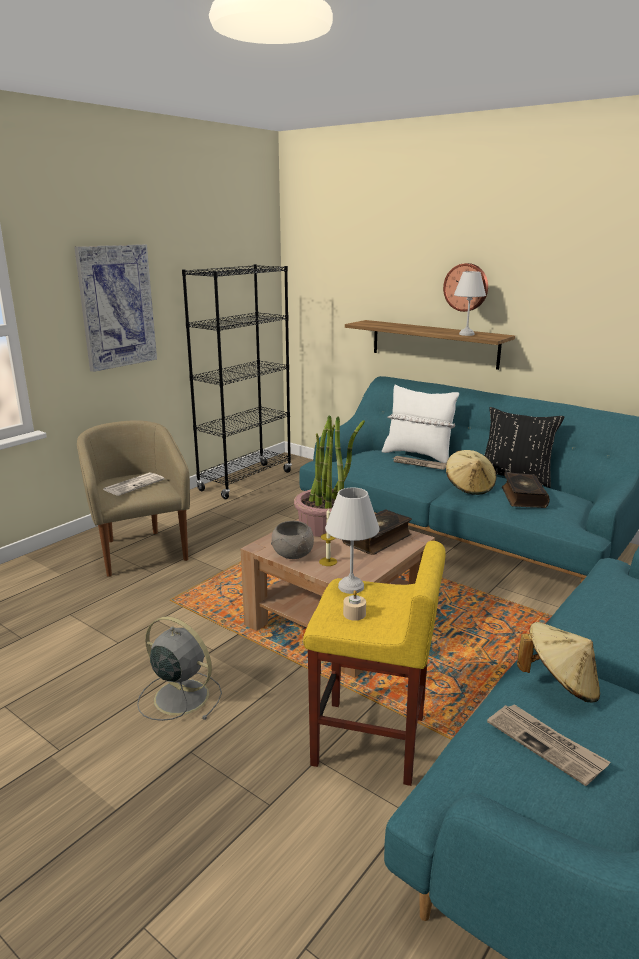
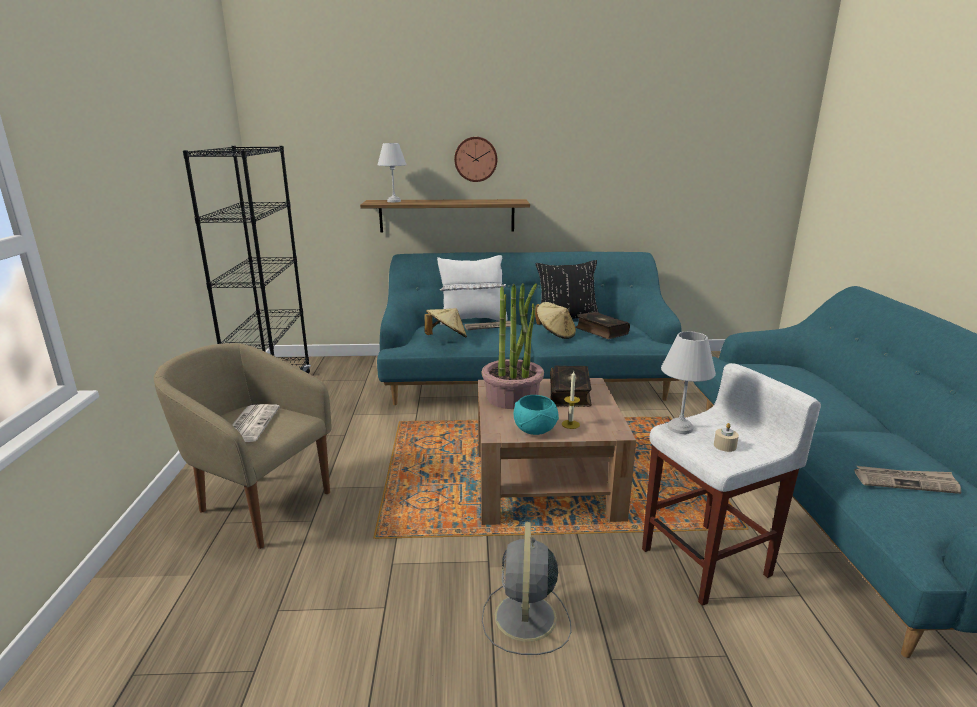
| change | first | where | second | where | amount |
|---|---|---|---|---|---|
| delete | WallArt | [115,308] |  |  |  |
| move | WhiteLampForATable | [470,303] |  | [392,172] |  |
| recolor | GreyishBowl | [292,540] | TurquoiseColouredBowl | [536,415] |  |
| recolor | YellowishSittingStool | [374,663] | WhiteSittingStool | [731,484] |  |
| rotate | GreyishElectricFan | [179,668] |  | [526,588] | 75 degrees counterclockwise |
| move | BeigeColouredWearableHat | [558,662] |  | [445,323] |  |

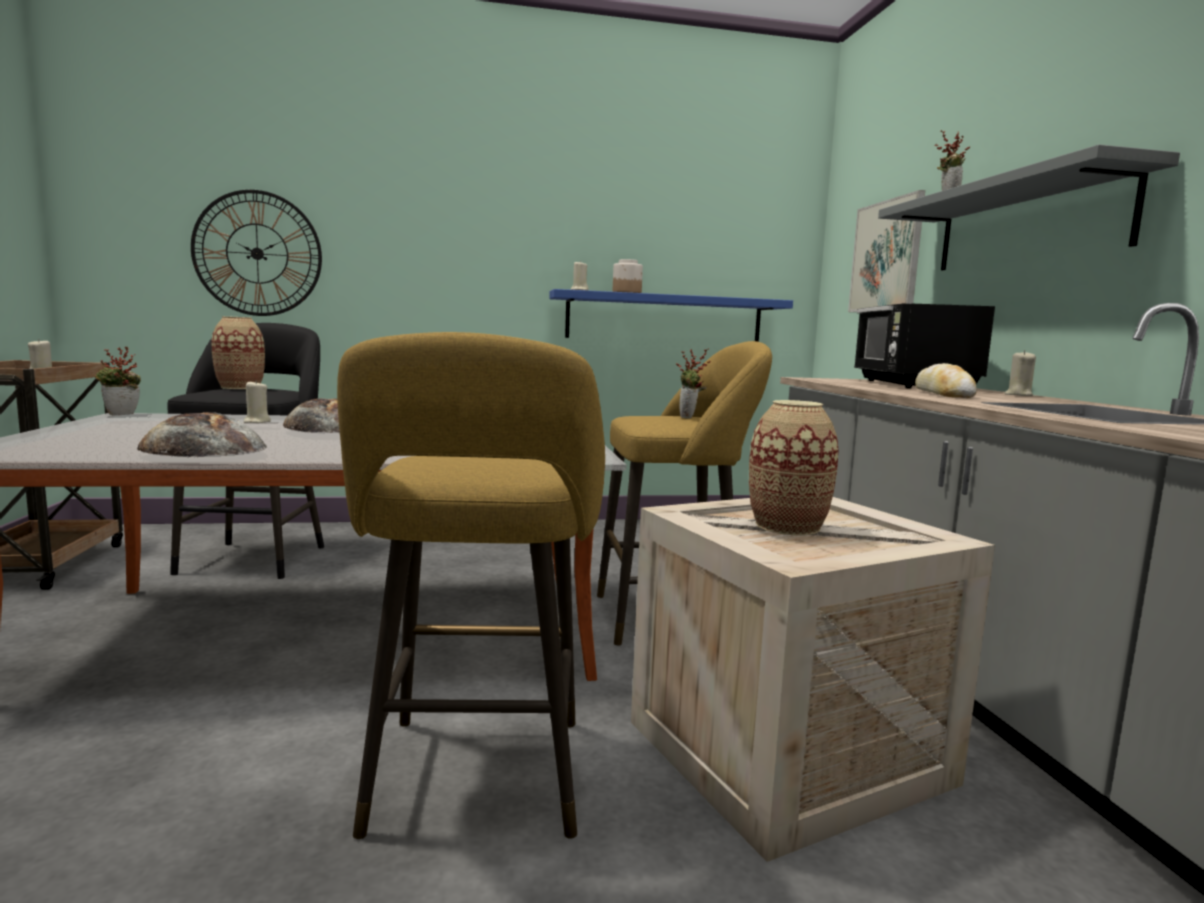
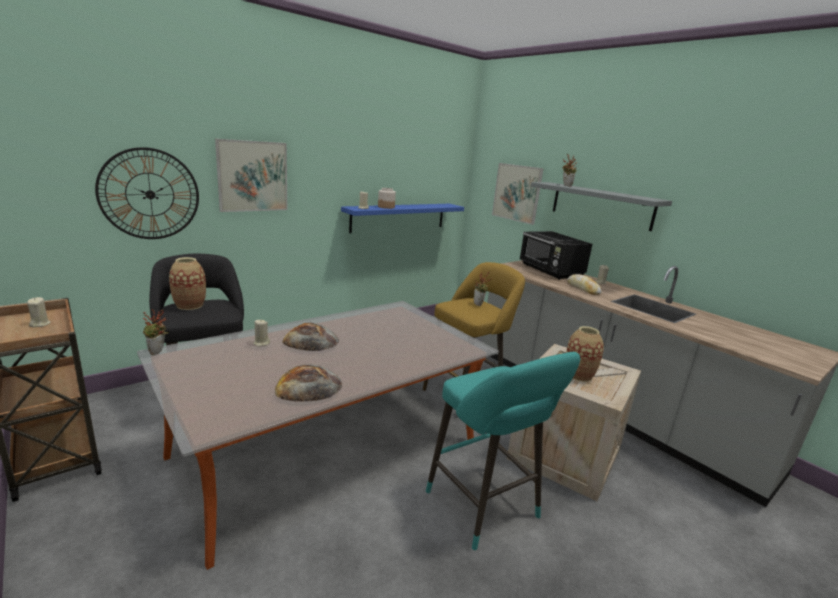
| change | first | where | second | where | amount |
|---|---|---|---|---|---|
| recolor | YellowishSittingStool | [471,585] | TurquoiseColouredSittingStool | [503,451] |  |
| insert |  |  | WallArt | [251,175] |  |

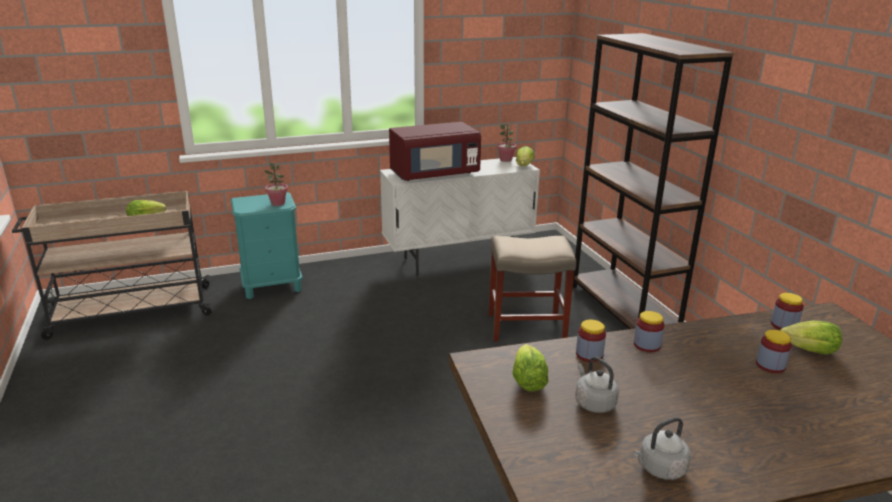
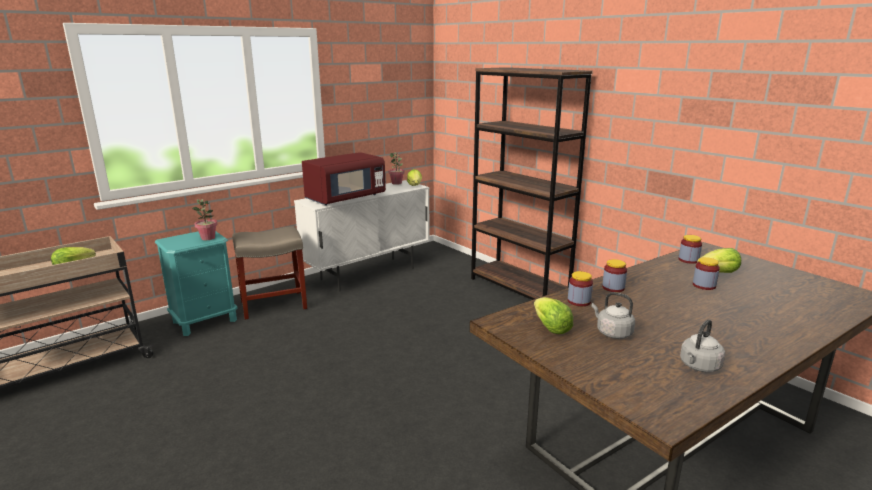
| change | first | where | second | where | amount |
|---|---|---|---|---|---|
| move | BeigeColouredSittingStool | [532,288] |  | [269,273] |  |

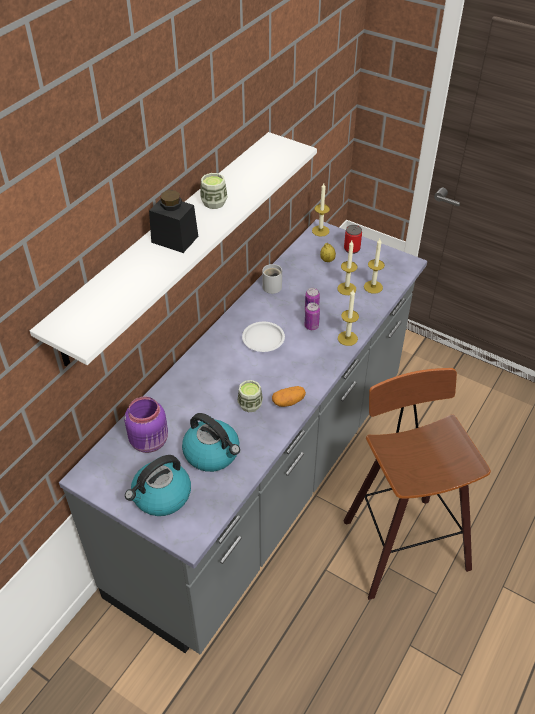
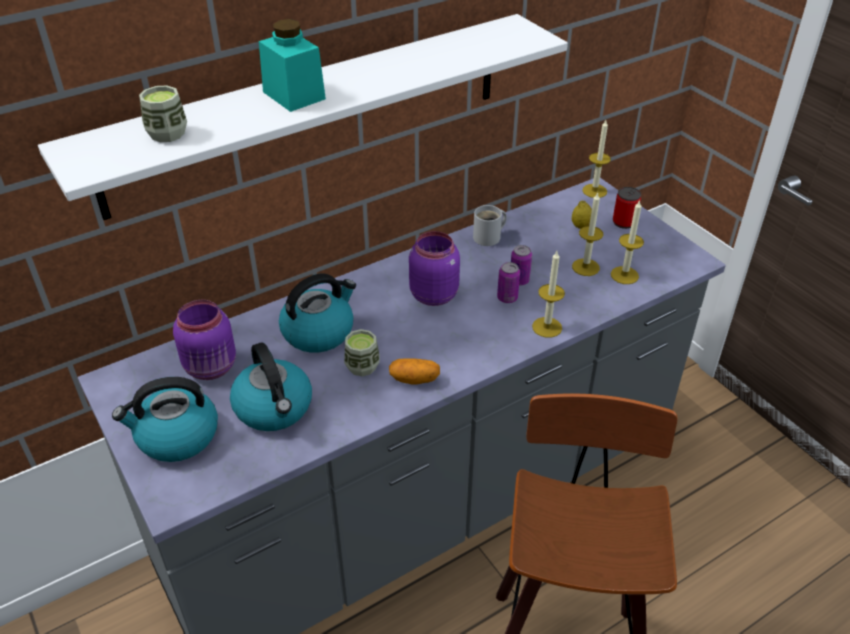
| change | first | where | second | where | amount |
|---|---|---|---|---|---|
| move | DrinkingCup | [214,191] |  | [163,114] |  |
| recolor | BlackPreserveJar | [173,221] | TurquoiseColouredPreserveJar | [292,65] |  |
| replace | WhitePlate | [263,337] | PurplishPreserveJar | [434,268] |  |
| insert |  |  | TeaKettle | [317,313] |  |

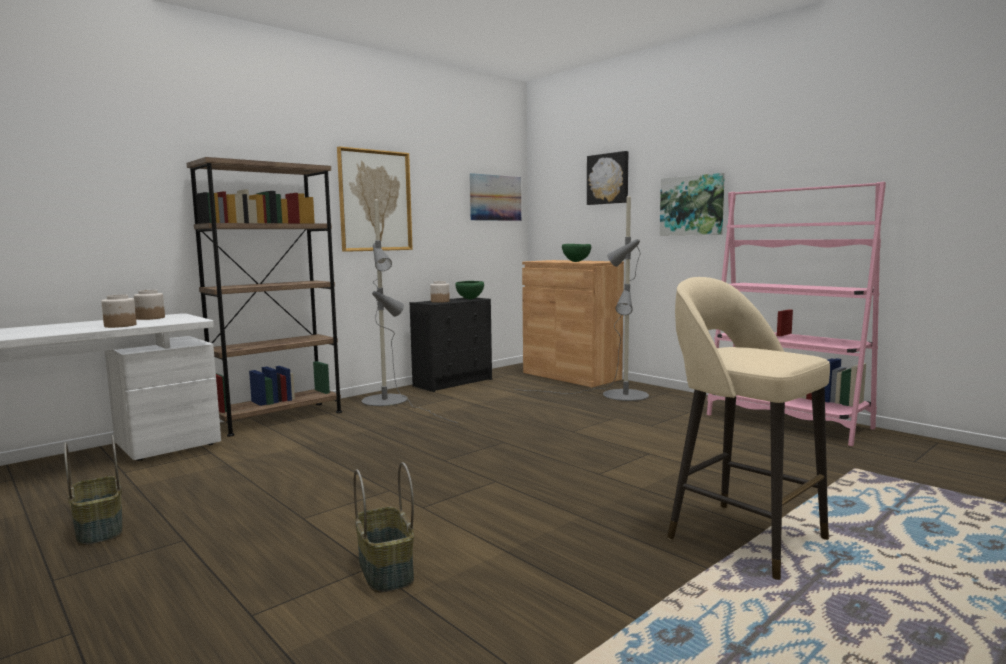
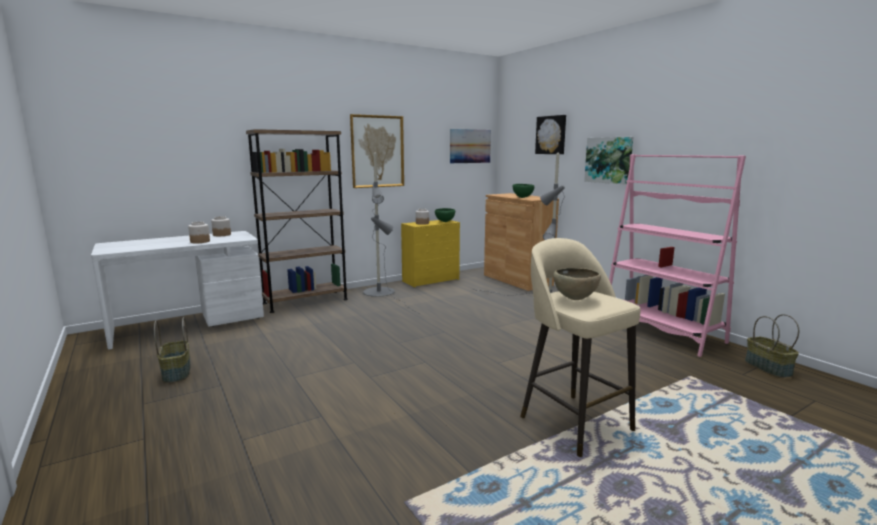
| change | first | where | second | where | amount |
|---|---|---|---|---|---|
| recolor | BlackDresser | [451,345] | YellowishDresser | [430,253] |  |
| move | HouseholdBasket | [384,527] |  | [772,346] |  |
| insert |  |  | BrownBowl | [577,284] |  |

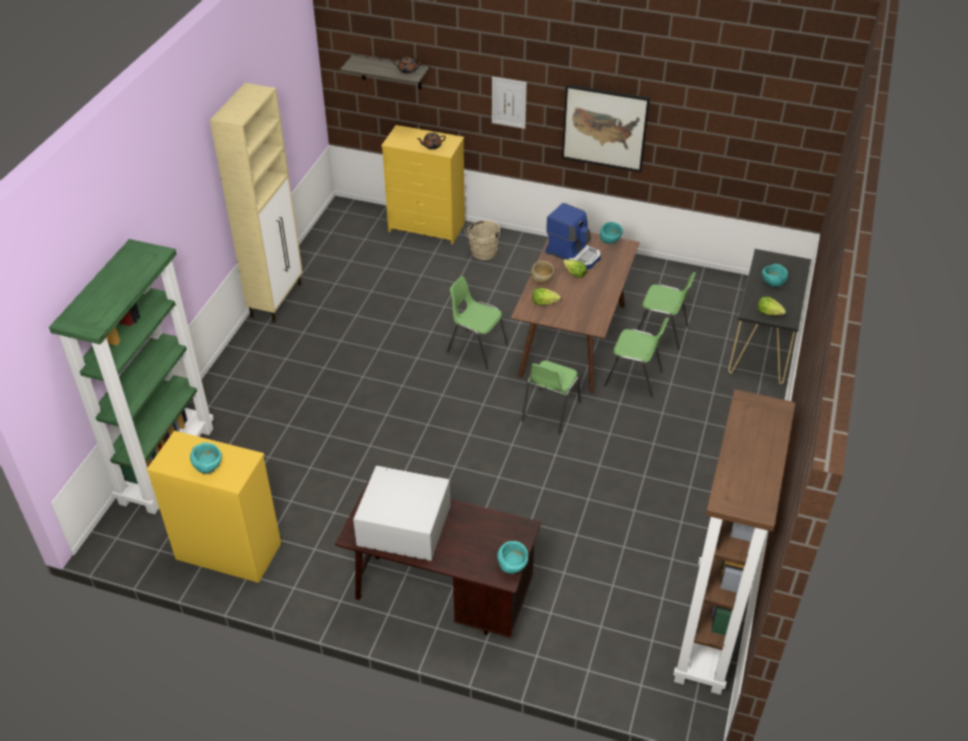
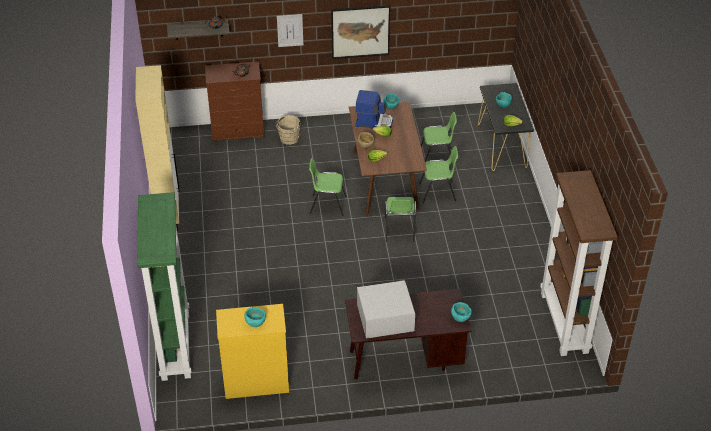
| change | first | where | second | where | amount |
|---|---|---|---|---|---|
| recolor | YellowishDresser | [423,185] | BrownDresser | [234,102] |  |

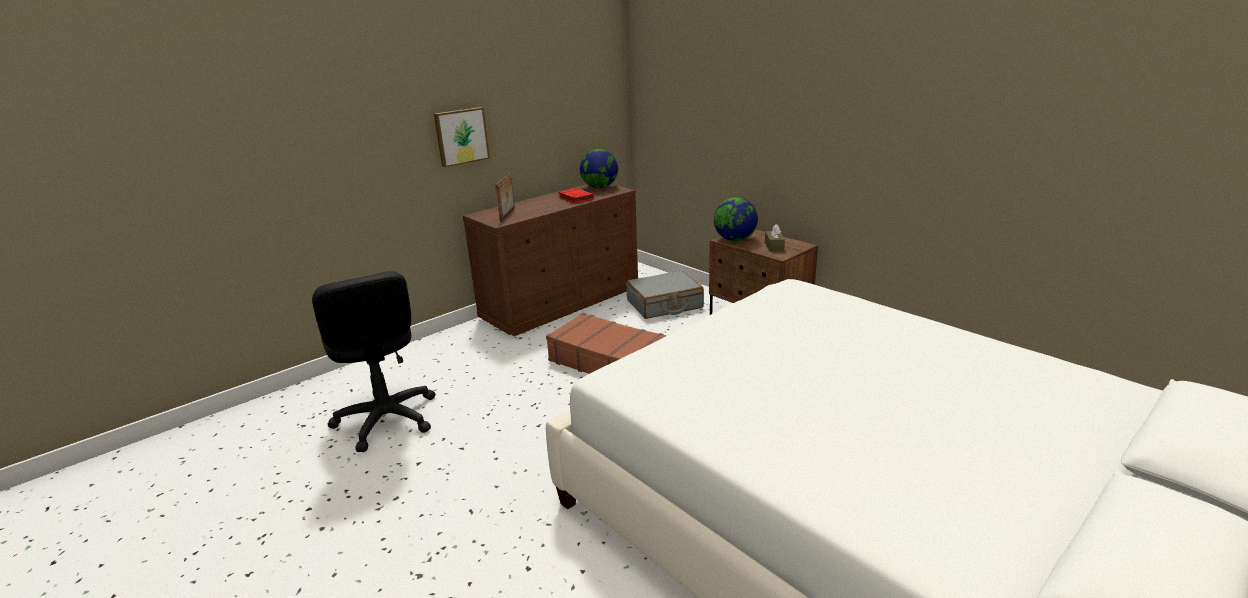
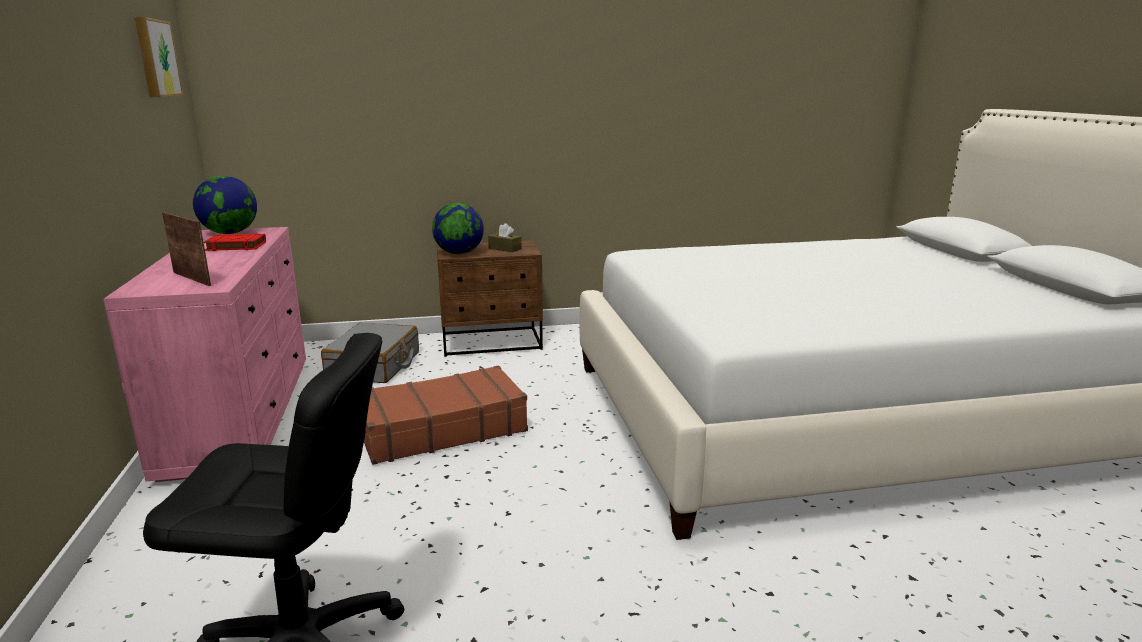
| change | first | where | second | where | amount |
|---|---|---|---|---|---|
| move | WallArt | [462,137] |  | [159,57] |  |
| recolor | BrownDresser | [550,260] | PinkColouredDresser | [204,354] |  |

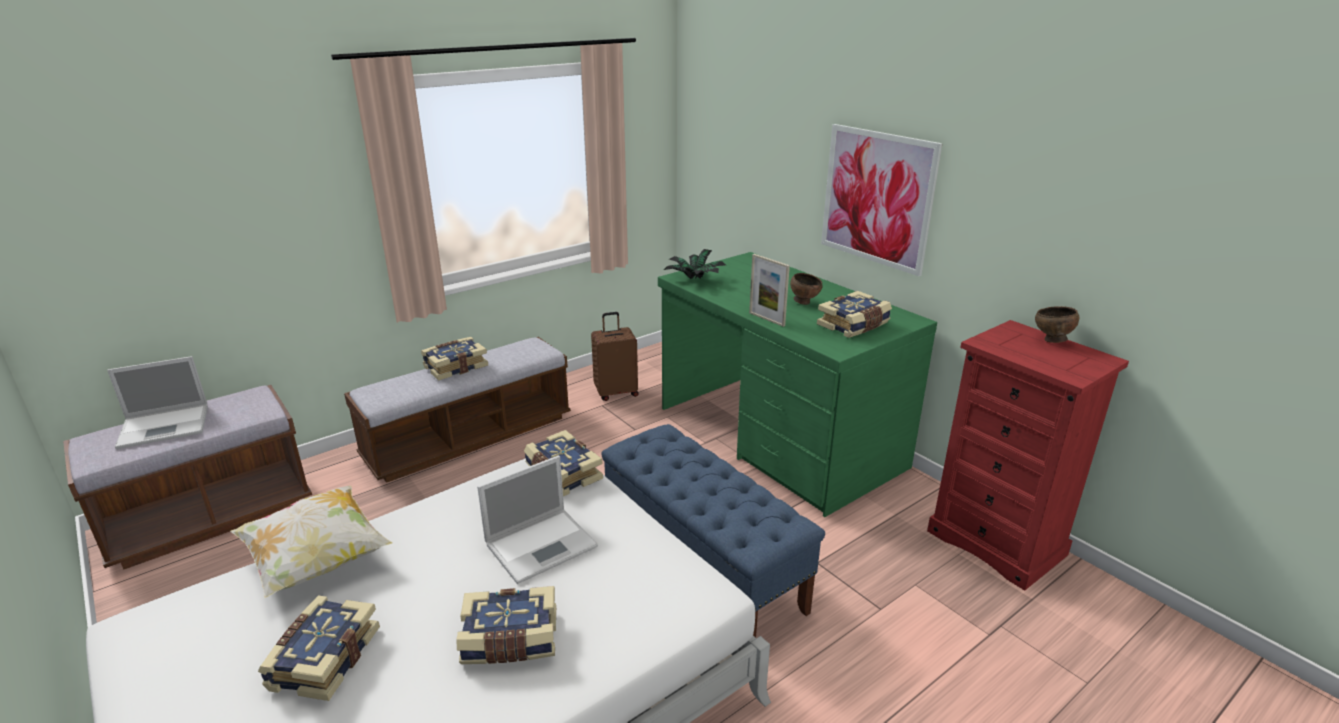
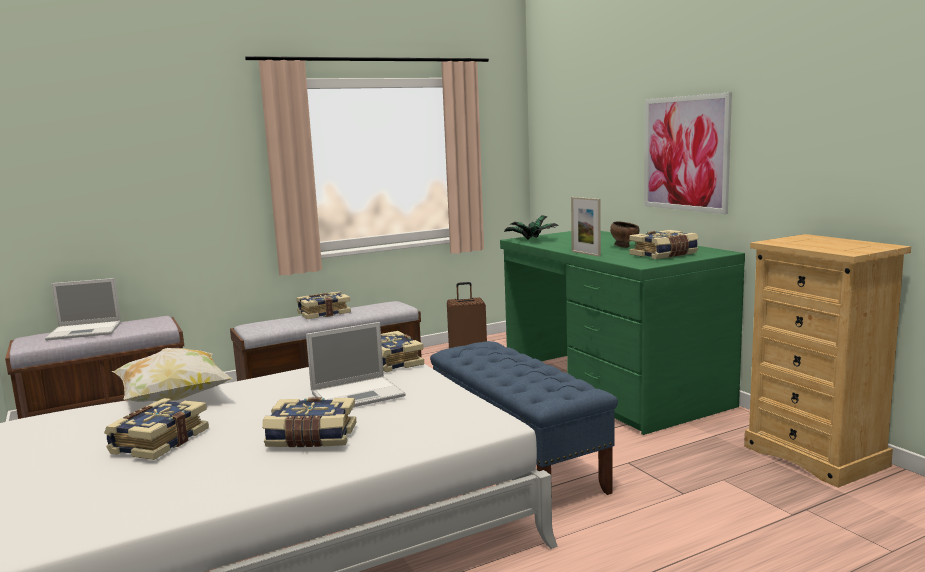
| change | first | where | second | where | amount |
|---|---|---|---|---|---|
| delete | BrownBowl | [1057,324] |  |  |  |
| recolor | RedDresser | [1028,455] | BeigeColouredDresser | [827,361] |  |

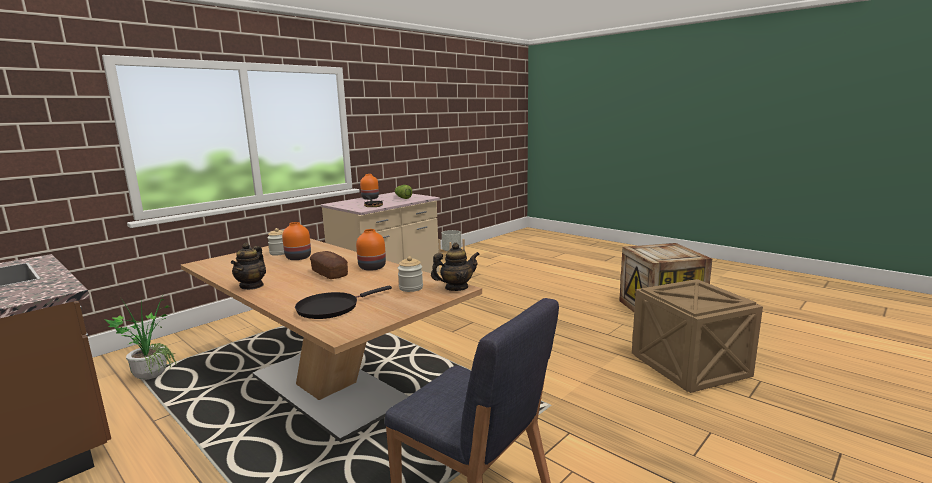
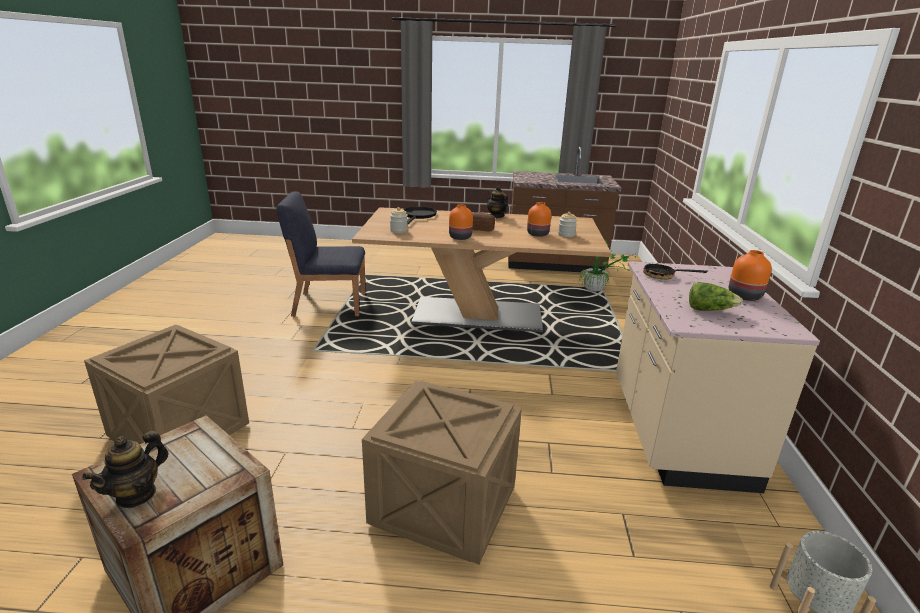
| change | first | where | second | where | amount |
|---|---|---|---|---|---|
| move | Teapot | [455,267] |  | [125,469] |  |
| insert |  |  | Crate | [442,473] |  |

